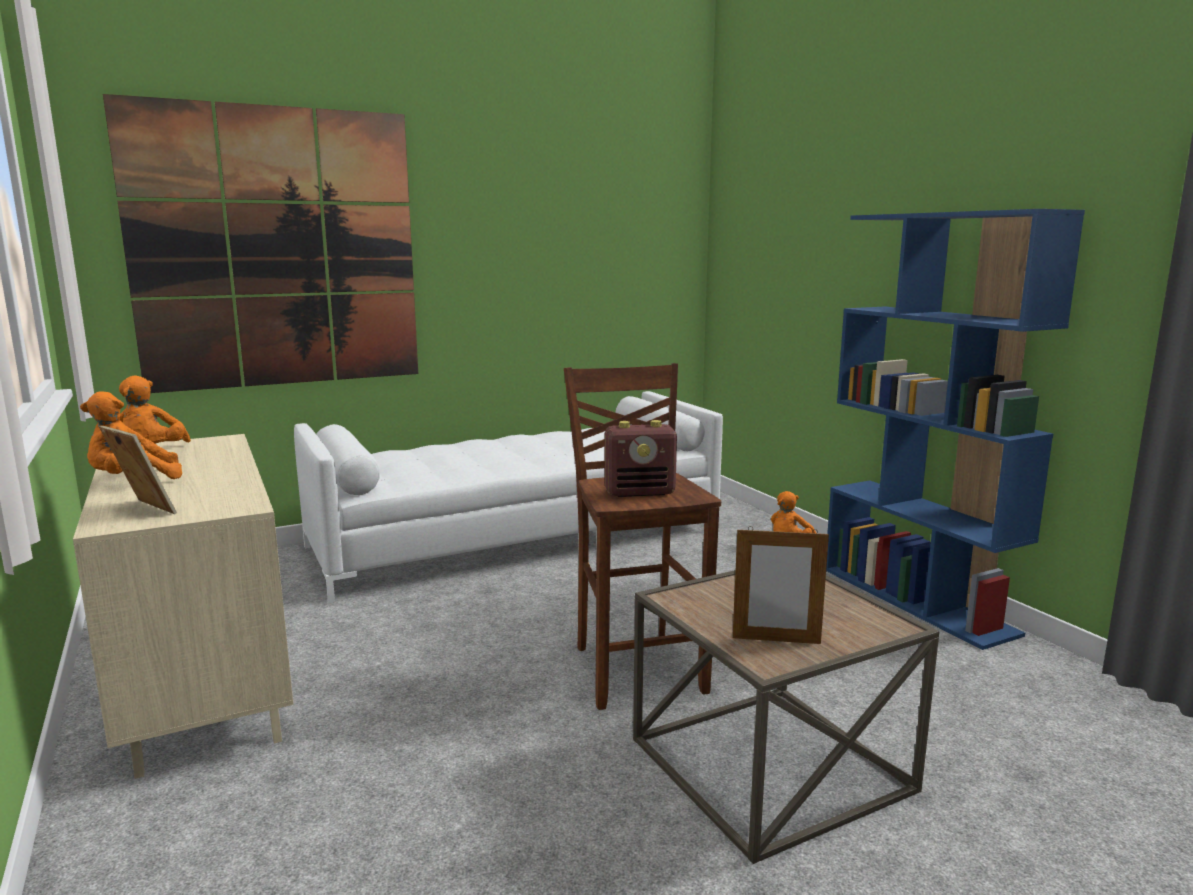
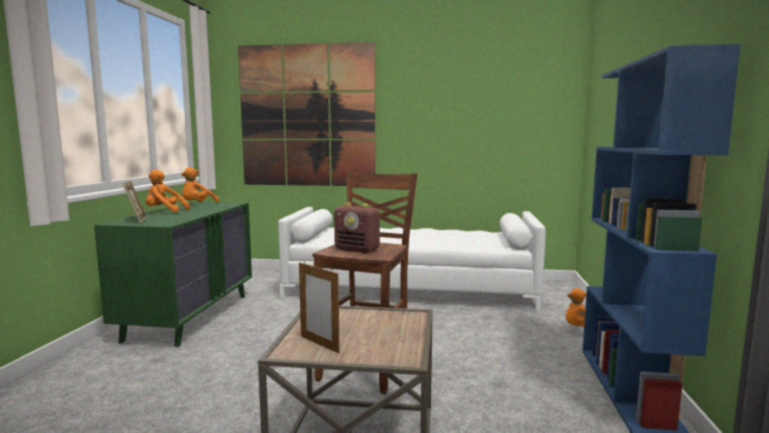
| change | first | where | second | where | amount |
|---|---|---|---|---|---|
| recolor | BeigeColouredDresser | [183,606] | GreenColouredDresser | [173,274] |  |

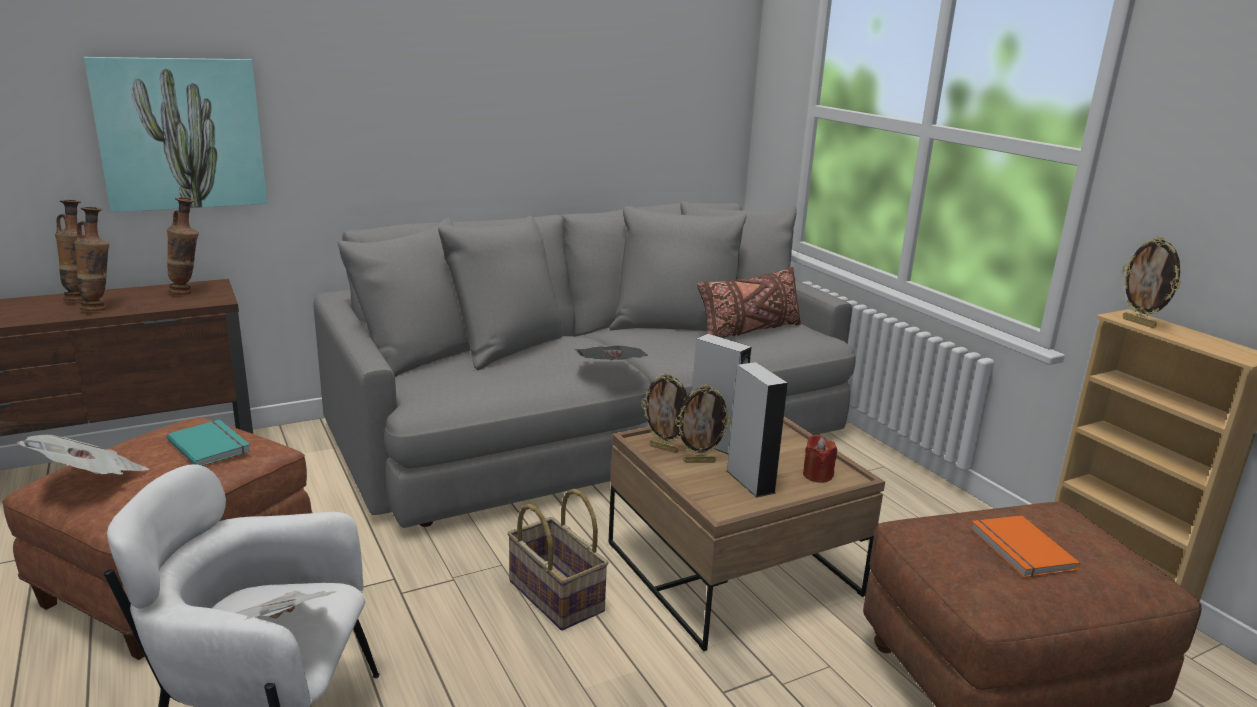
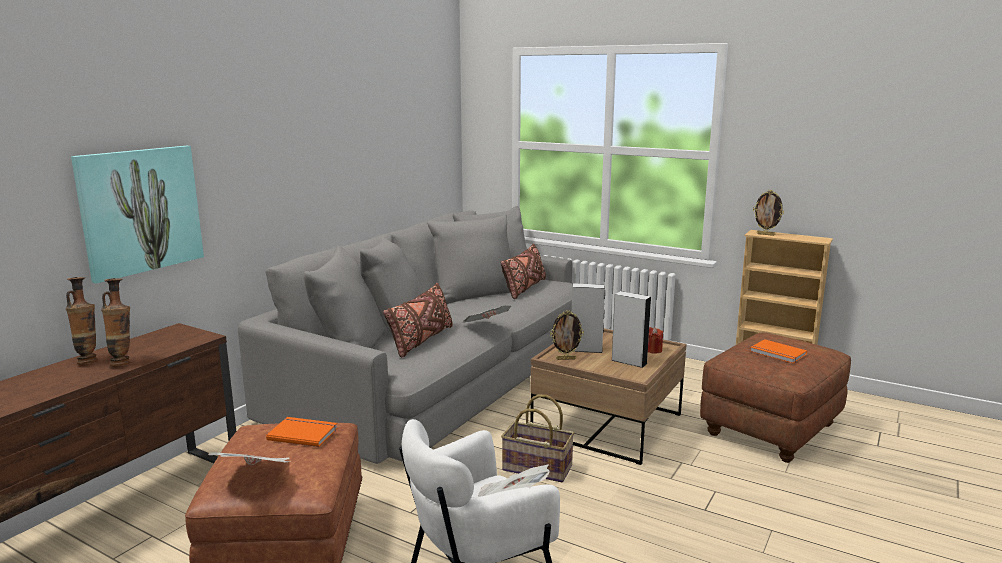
| change | first | where | second | where | amount |
|---|---|---|---|---|---|
| delete | Vase | [183,246] |  |  |  |
| delete | StandingFrame | [703,424] |  |  |  |
| recolor | TurquoiseColouredVolume | [208,442] | OrangeVolume | [301,432] |  |
| insert |  |  | BrownThrowPillow | [418,320] |  |

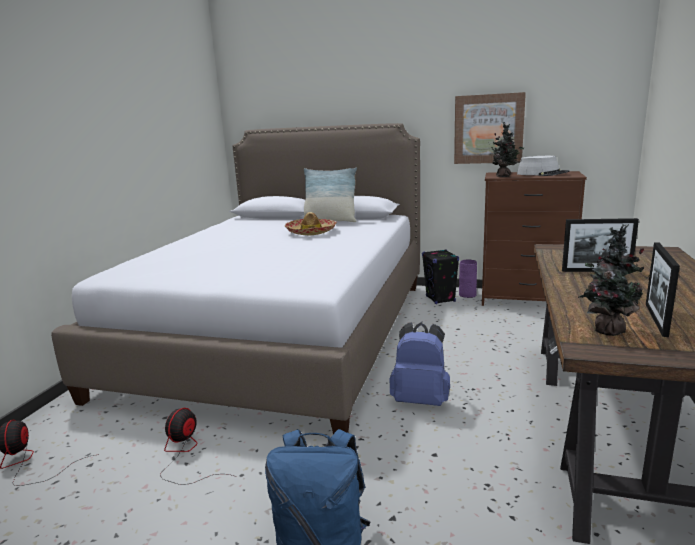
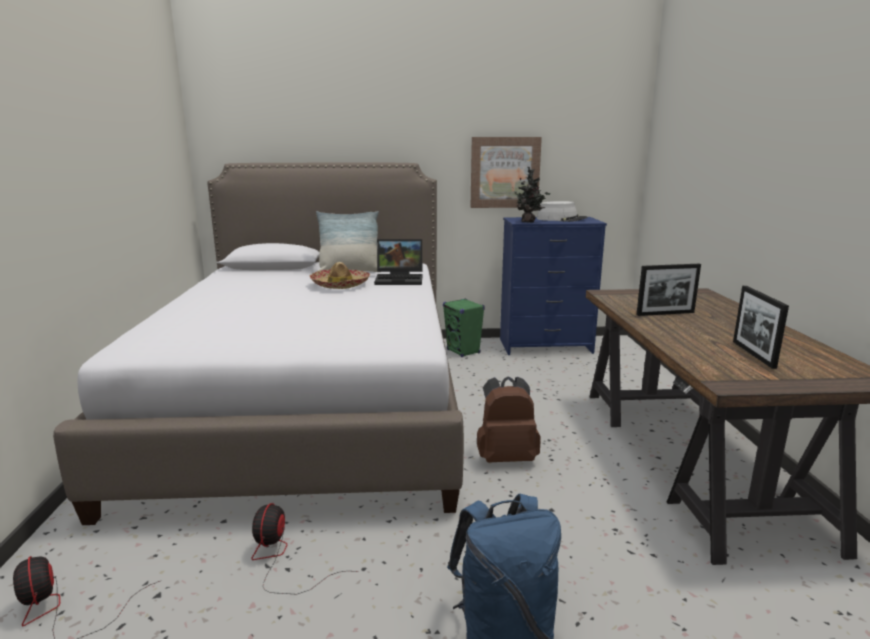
| change | first | where | second | where | amount |
|---|---|---|---|---|---|
| recolor | BrownDresser | [534,238] | BlueDresser | [553,286] |  |
| delete | PlantInAPot | [613,280] |  |  |  |
| recolor | BlackSpeaker | [440,276] | GreenColouredSpeaker | [464,328] |  |
| delete | PurplishVase | [468,278] |  |  |  |
| recolor | BlueKnapsack | [419,364] | BrownKnapsack | [509,420] |  |
| insert |  |  | NotebookComputer | [398,262] |  |

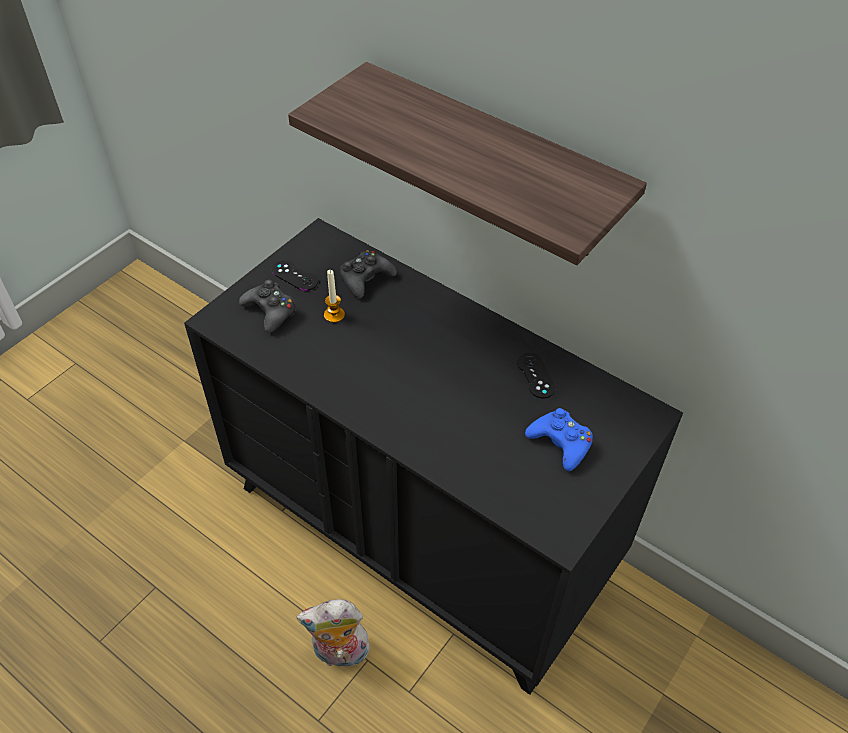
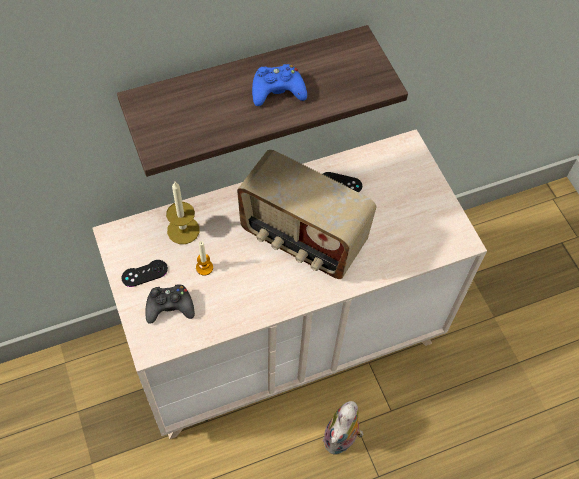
| change | first | where | second | where | amount |
|---|---|---|---|---|---|
| recolor | BlackDresser | [433,456] | BeigeColouredDresser | [289,284] |  |
| replace | BlackGamepad | [368,274] | Candle | [183,213] |  |
| move | BlueGamepad | [559,439] |  | [279,85] |  |
| insert |  |  | Radio | [306,214] |  |

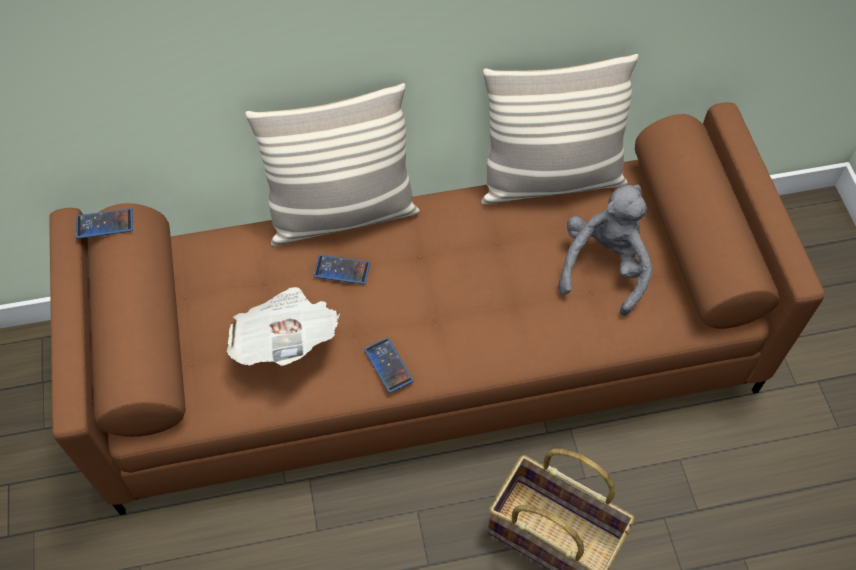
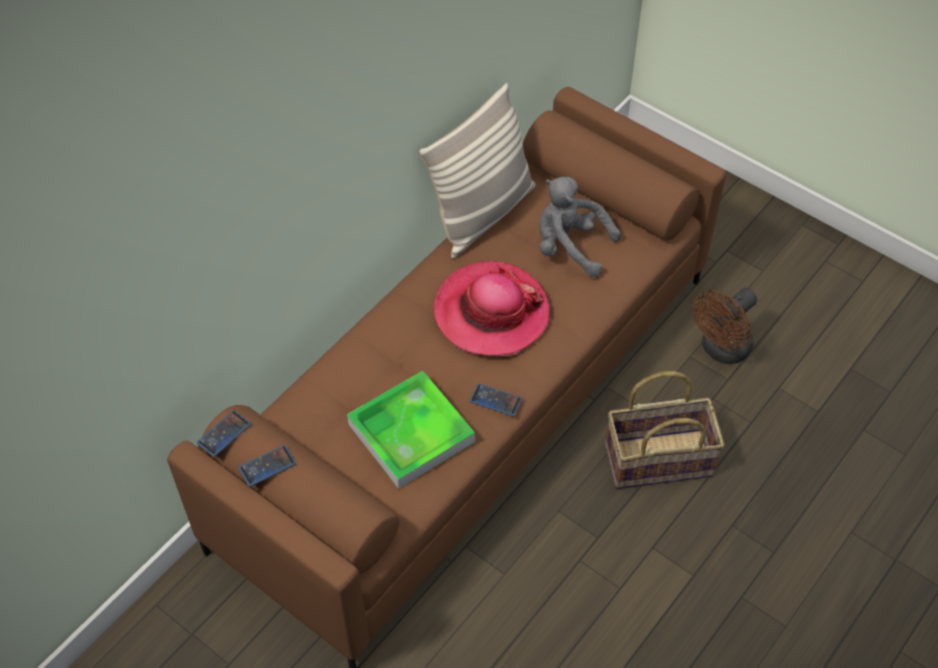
| change | first | where | second | where | amount |
|---|---|---|---|---|---|
| delete | ThrowPillow | [332,164] |  |  |  |
| rotate | GreyishCuddlyToy | [605,250] |  | [580,227] | 45 degrees counterclockwise |
| move | Handset | [341,269] |  | [267,466] |  |
| replace | DailyPaper | [283,326] | Tray | [411,430] |  |
| insert |  |  | WearableHat | [491,308] |  |
| insert |  |  | BrownElectricFan | [725,326] |  |

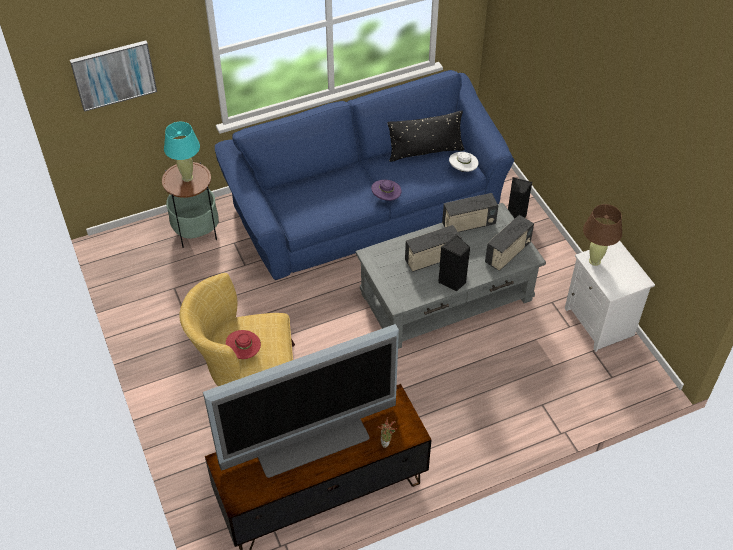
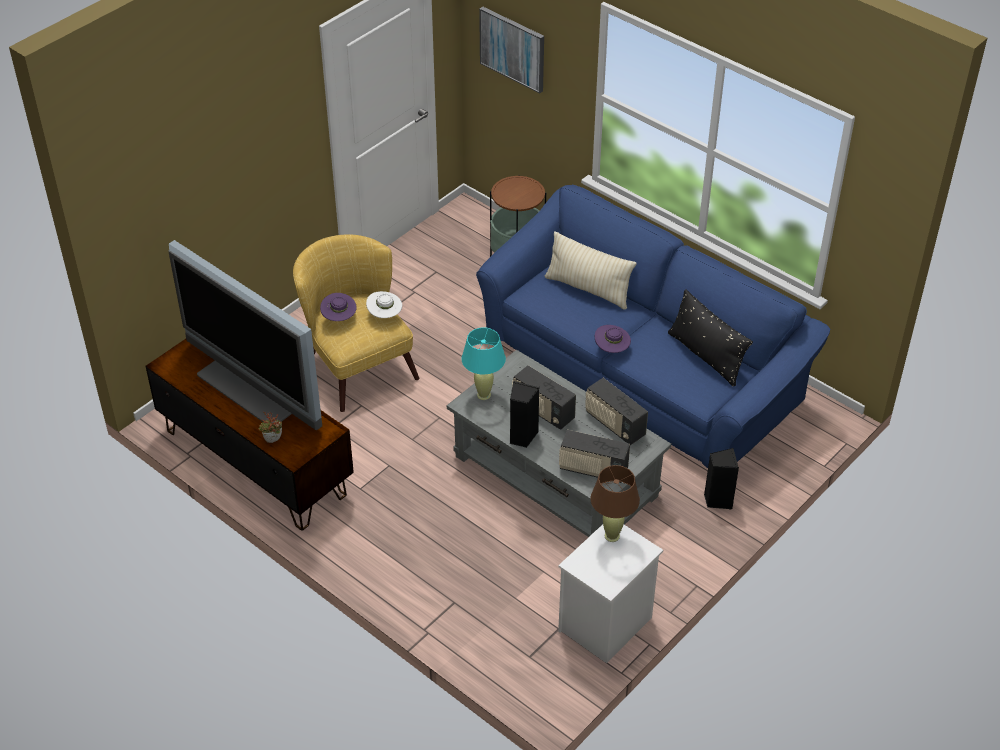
| change | first | where | second | where | amount |
|---|---|---|---|---|---|
| move | TurquoiseColouredLampForATable | [182,152] |  | [484,363] |  |
| move | WhiteWearableHat | [464,162] |  | [384,304] |  |
| recolor | RedWearableHat | [243,344] | PurplishWearableHat | [338,307] |  |
| insert |  |  | BeigeColouredThrowPillow | [590,270] |  |

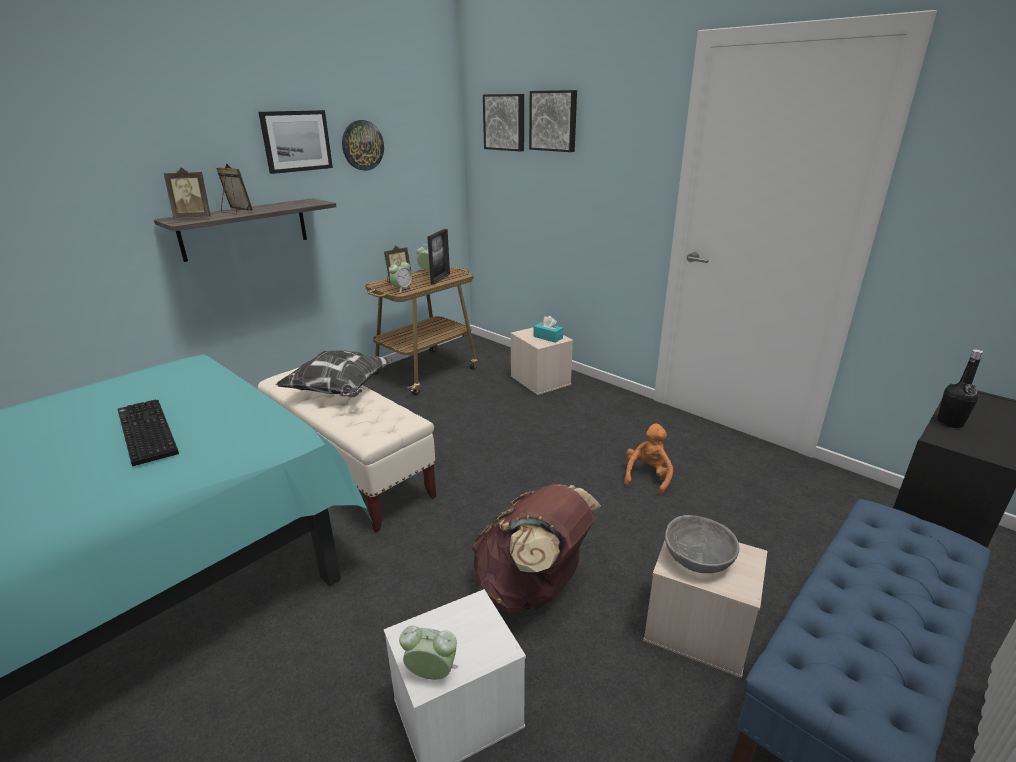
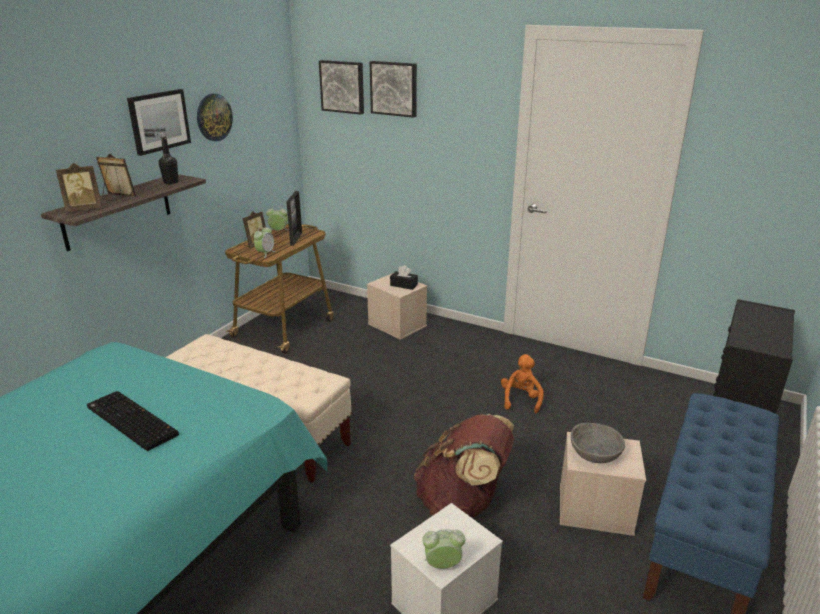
| change | first | where | second | where | amount |
|---|---|---|---|---|---|
| recolor | TurquoiseColouredTissueBox | [548,329] | BlackTissueBox | [404,277] |  |
| move | BlackBottle | [960,388] |  | [169,158] |  |
| delete | ThrowPillow | [334,374] |  |  |  |

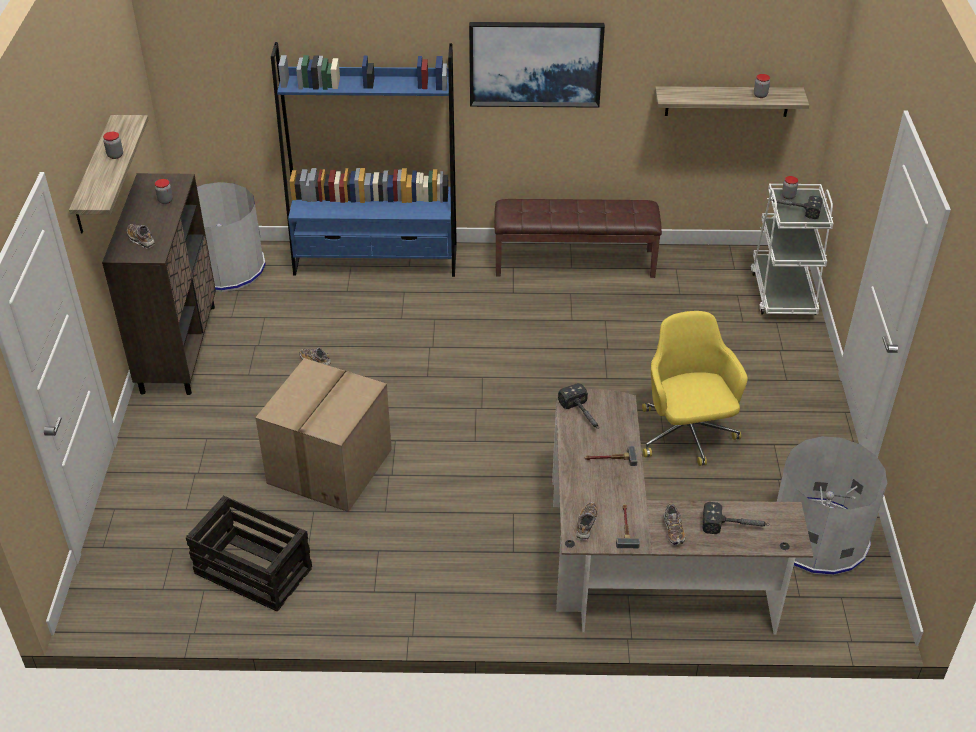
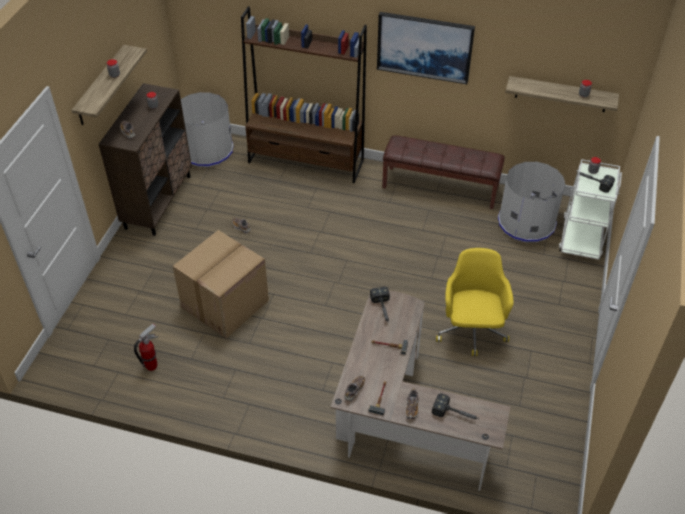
| change | first | where | second | where | amount |
|---|---|---|---|---|---|
| recolor | BlueBookshelf | [364,159] | BrownBookshelf | [304,94] |  |
| move | GreyishWasteBin | [832,506] |  | [531,202] |  |
| replace | Crate | [249,553] | FireFightingCylinder | [146,347] |  |

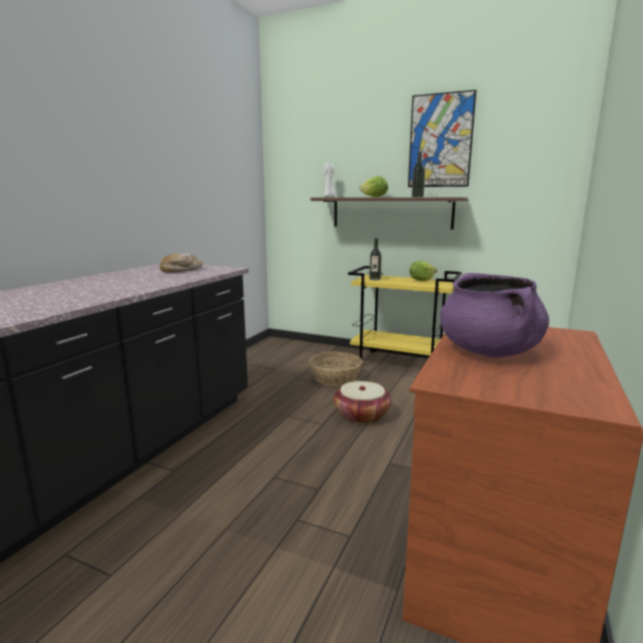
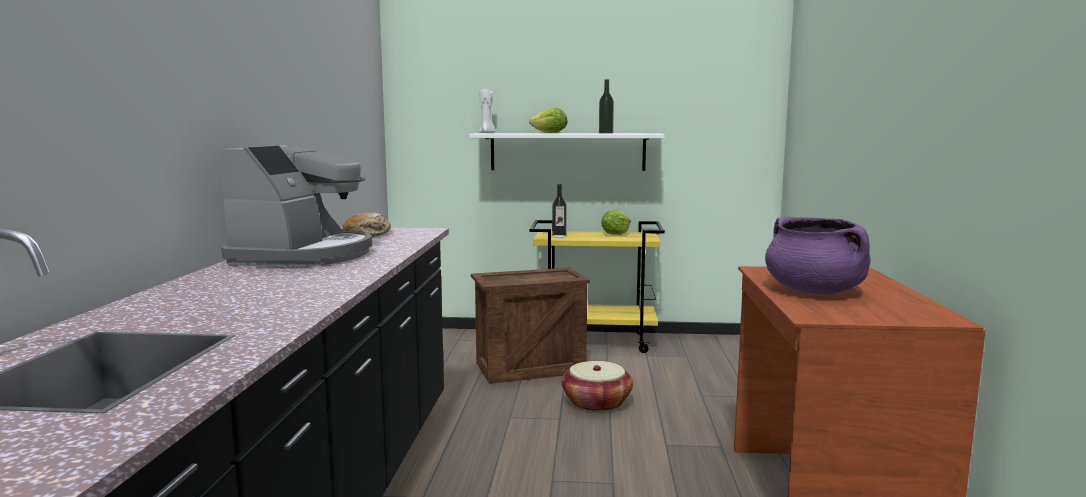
| change | first | where | second | where | amount |
|---|---|---|---|---|---|
| delete | WallArt | [442,138] |  |  |  |
| recolor | BrownWallShelf | [389,213] | WhiteWallShelf | [567,152] |  |
| replace | HouseholdBasket | [336,368] | Crate | [530,326] |  |
| insert |  |  | CoffeeBrewer | [295,206] |  |

